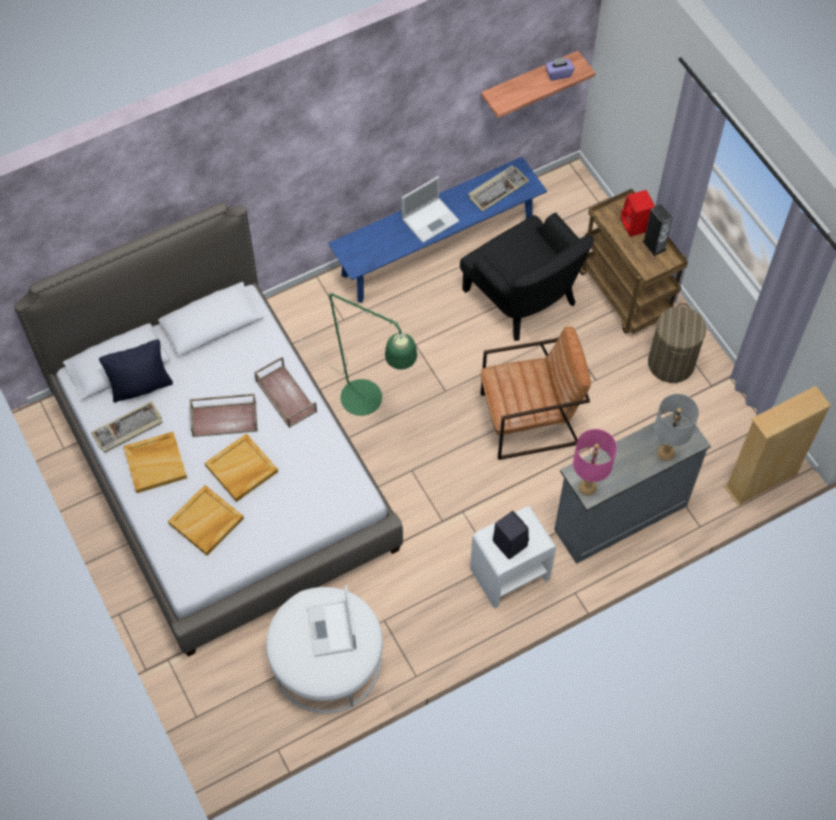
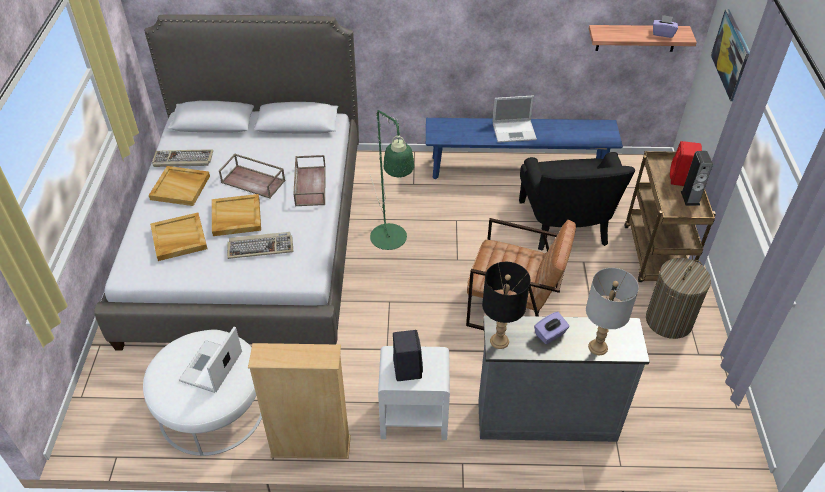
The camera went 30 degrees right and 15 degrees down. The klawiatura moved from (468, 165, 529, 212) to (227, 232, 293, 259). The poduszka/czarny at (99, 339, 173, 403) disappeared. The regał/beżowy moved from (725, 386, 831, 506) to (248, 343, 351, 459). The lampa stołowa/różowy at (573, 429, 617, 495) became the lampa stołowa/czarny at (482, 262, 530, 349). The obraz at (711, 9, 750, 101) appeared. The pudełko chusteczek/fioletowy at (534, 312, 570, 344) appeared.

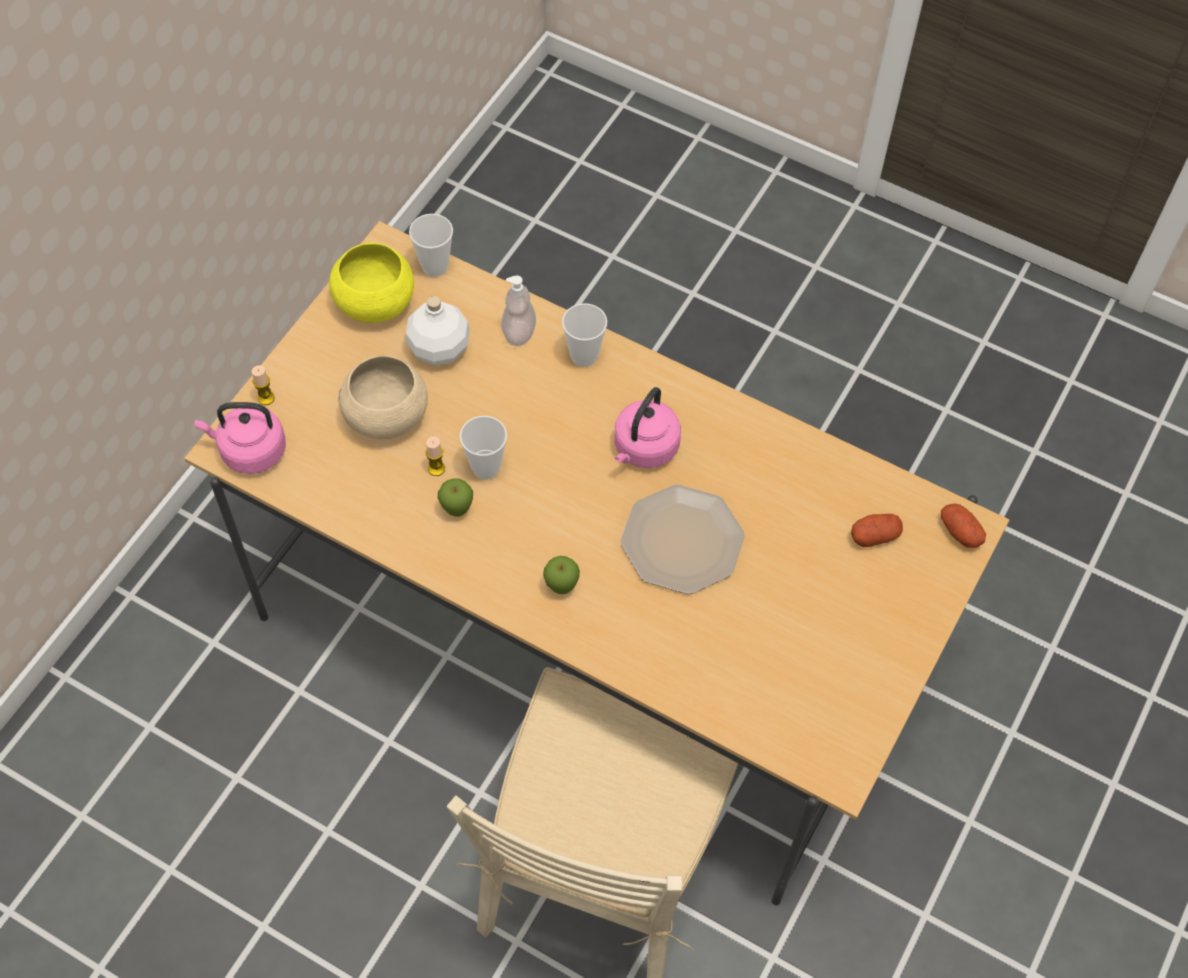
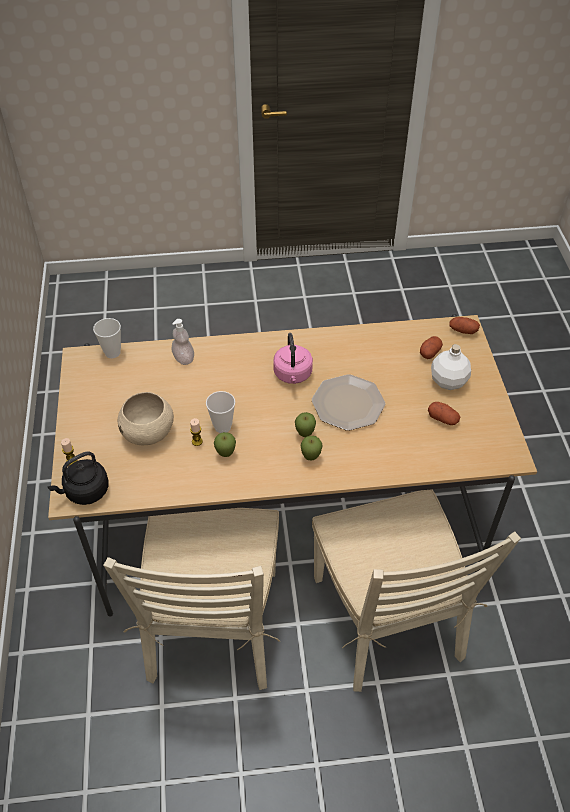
The camera went 35 degrees left and 10 degrees down. The miska/żółty at (329, 243, 414, 323) disappeared. The butelka/biały moved from (406, 296, 470, 366) to (431, 344, 471, 390). The filiżanka at (562, 303, 607, 367) disappeared. The czajnik/różowy at (195, 402, 286, 474) became the czajnik/czarny at (48, 451, 109, 505). The ziemniak at (428, 402, 461, 425) appeared. The jabłko at (295, 412, 316, 437) appeared. The krzesło/beżowy at (103, 508, 280, 690) appeared.

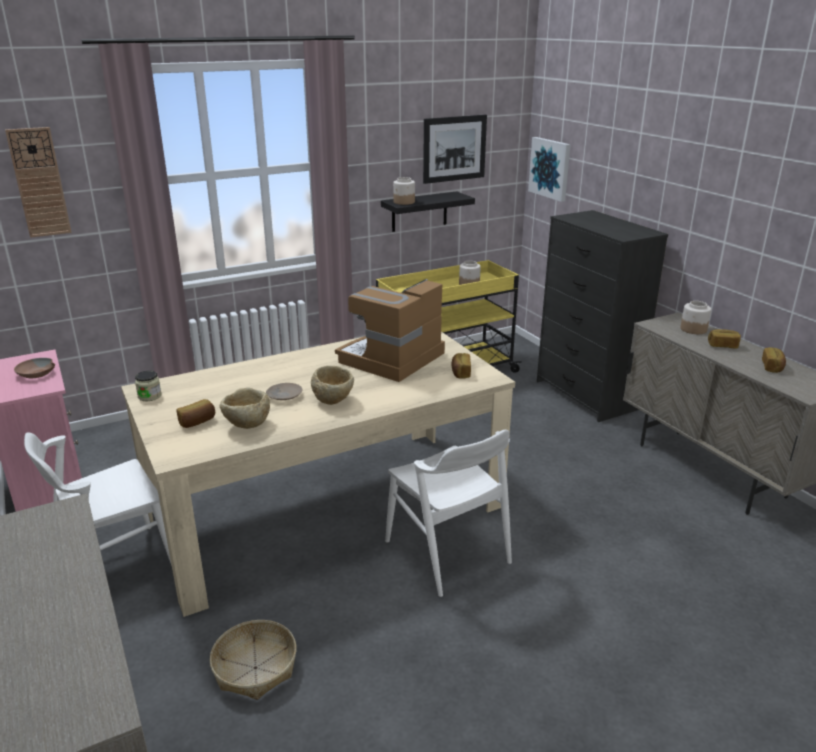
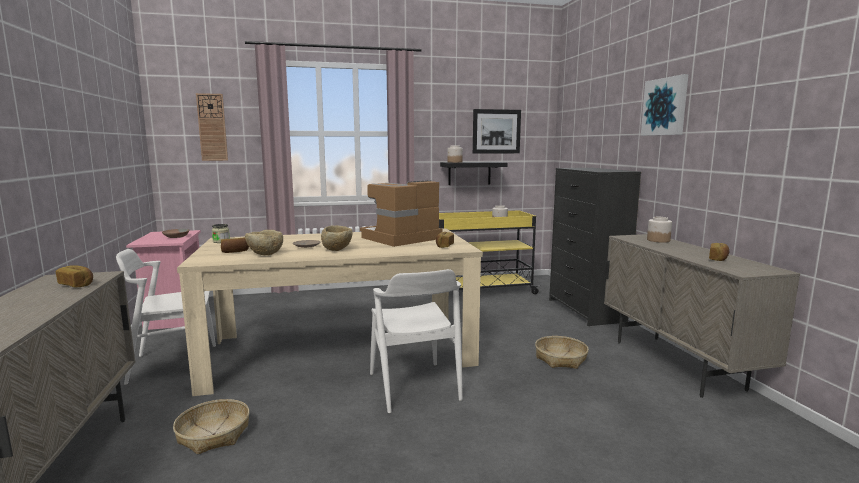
The camera went 15 degrees right and 15 degrees down. The obraz moved from (528, 137, 571, 202) to (641, 74, 688, 136). The chleb moved from (708, 329, 741, 349) to (56, 265, 93, 287). The koszyk at (535, 336, 589, 369) appeared.

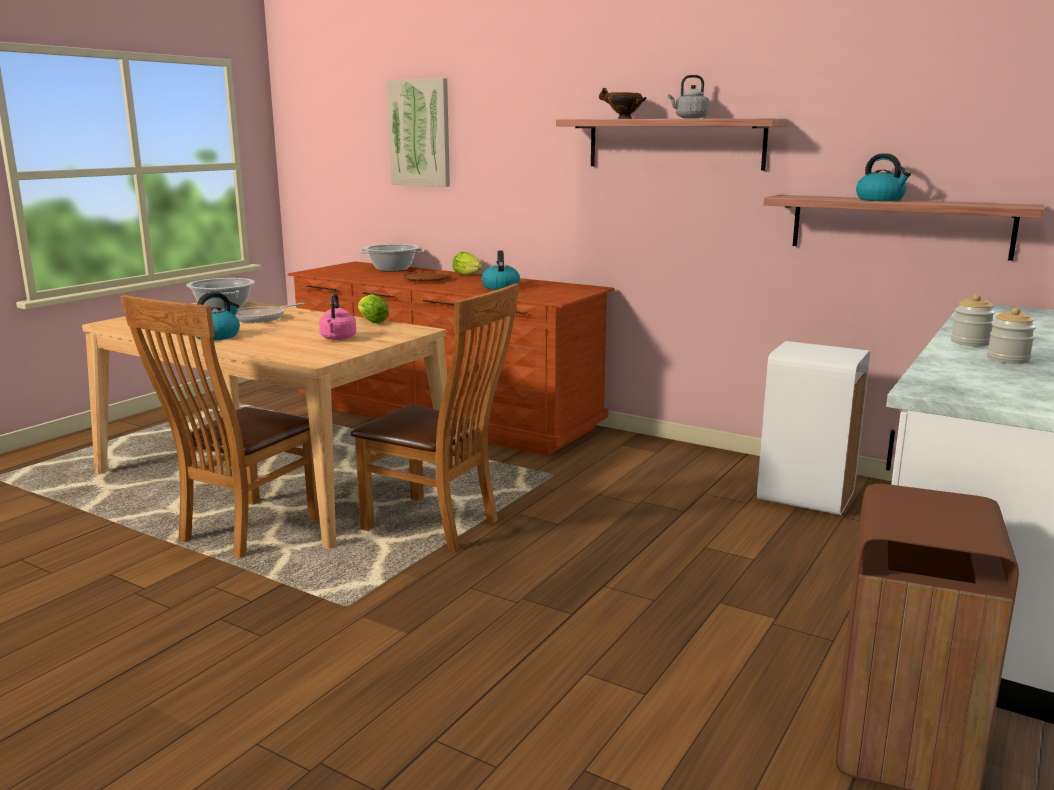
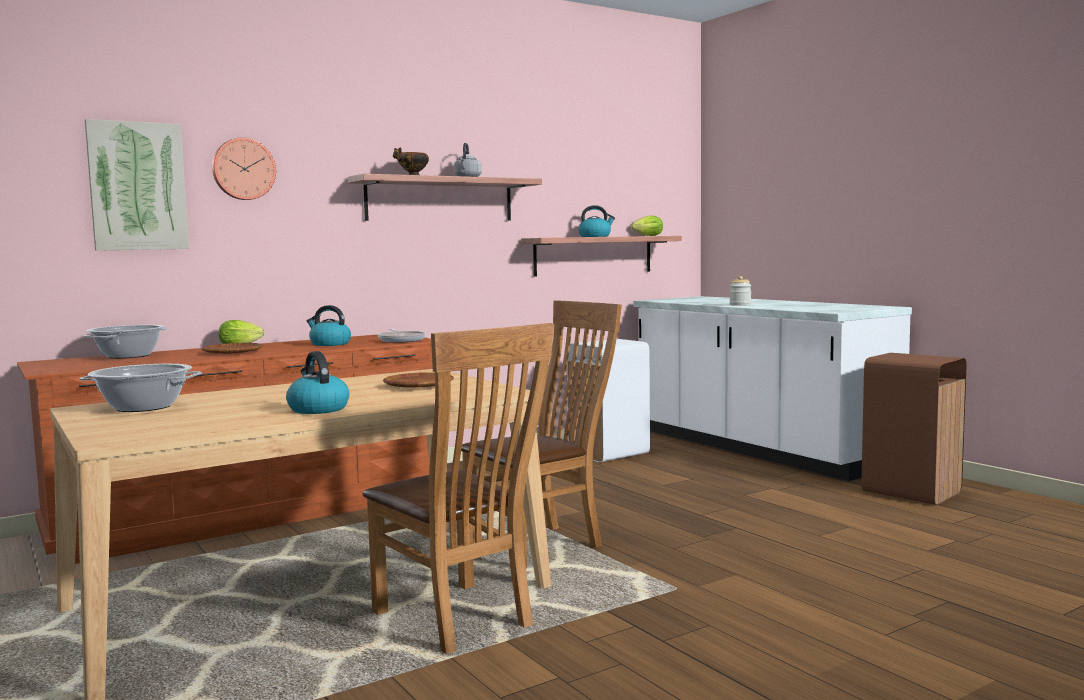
The camera went 65 degrees left and 10 degrees down. The czajnik/różowy at (319, 293, 356, 340) was replaced by the talerz/brązowy at (383, 373, 454, 388). The sałata moved from (358, 294, 389, 324) to (631, 216, 663, 236). The patelnia moved from (236, 303, 305, 323) to (378, 329, 426, 343). The słoik at (987, 307, 1036, 364) disappeared. The zegar ścienny at (212, 138, 276, 200) appeared.

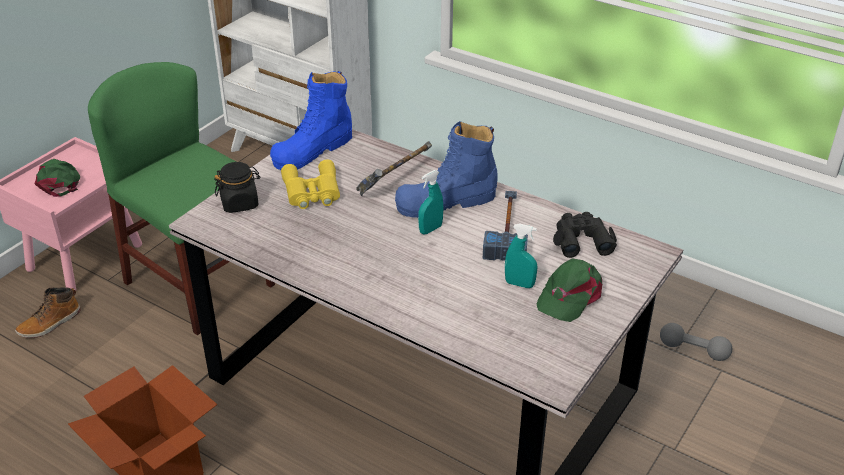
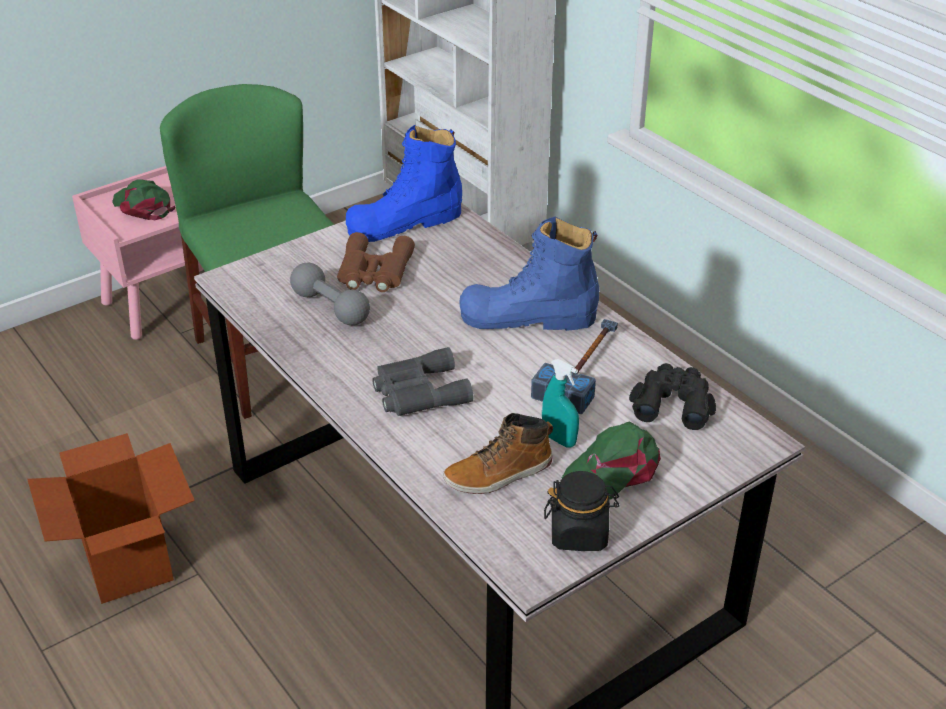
The camera went 20 degrees right and 0 degrees up. The młotek at (356, 141, 432, 196) disappeared. The czapka z daszkiem/zielony at (35, 159, 80, 197) turned 45 degrees counterclockwise. The lornetka/żółty at (281, 159, 340, 209) became the lornetka/brązowy at (337, 232, 415, 292). The słoik/czarny moved from (214, 162, 260, 213) to (544, 471, 620, 551). The spryskiwacz/turkusowy at (418, 170, 444, 234) disappeared. The but z cholewką moved from (15, 287, 80, 338) to (443, 413, 553, 494). The hantel/szary moved from (660, 323, 732, 361) to (290, 263, 370, 325). The lornetka/szary at (372, 347, 473, 416) appeared.

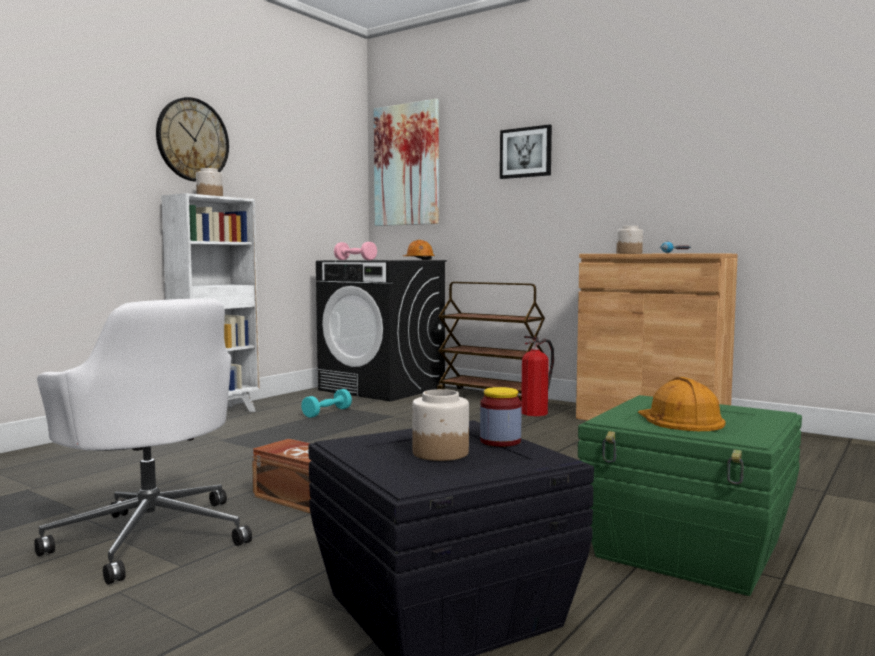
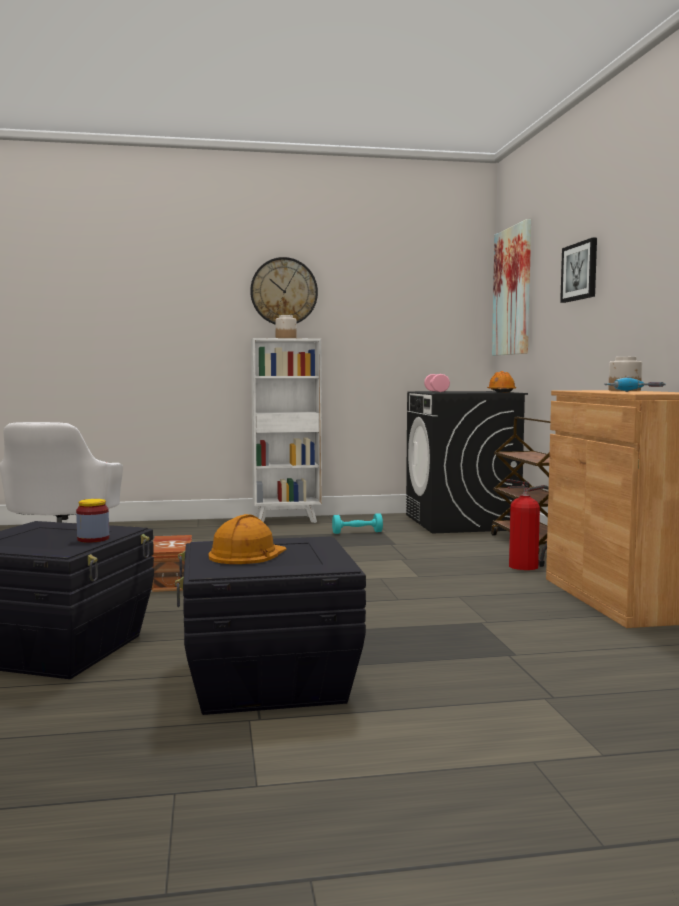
The camera went 45 degrees right and 0 degrees up. The słoik at (412, 389, 469, 461) disappeared. The pojemnik do przechowywania/zielony at (578, 395, 802, 596) became the pojemnik do przechowywania/czarny at (175, 536, 366, 715).

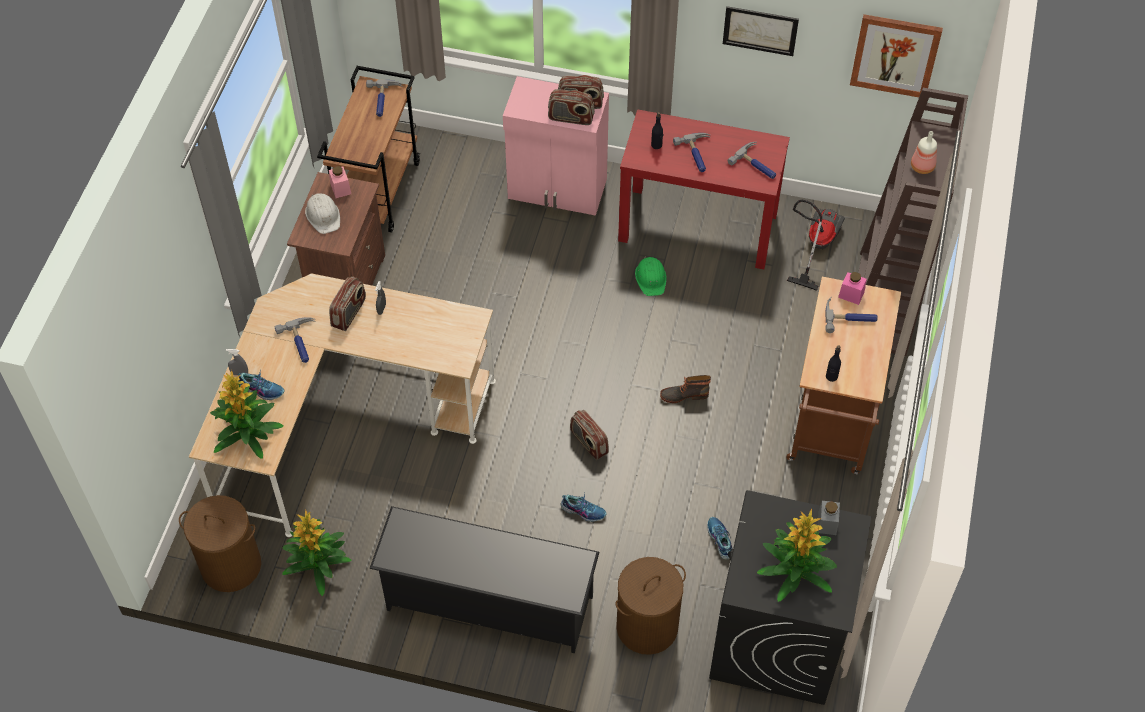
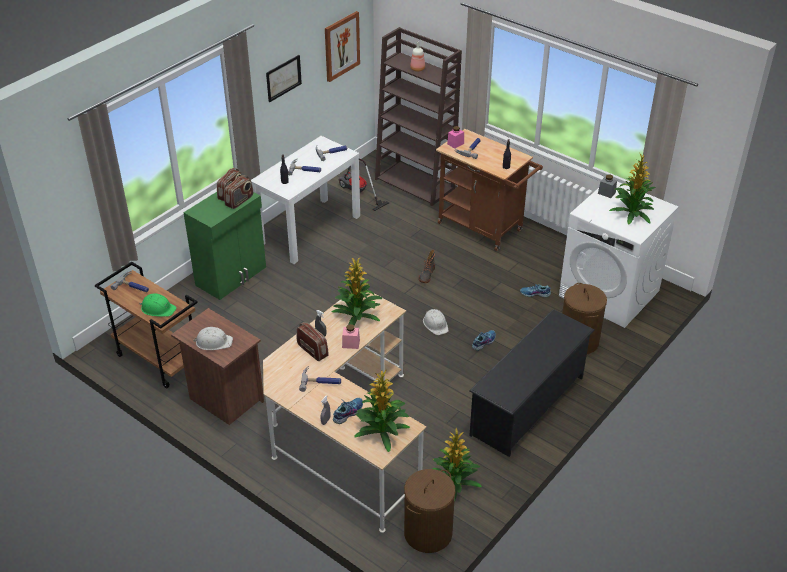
The camera went 65 degrees left and 15 degrees down. The szafka/różowy at (503, 76, 609, 216) became the szafka/zielony at (183, 192, 266, 300). The stolik konsolowy/czerwony at (618, 109, 790, 269) became the stolik konsolowy/biały at (251, 136, 360, 264). The słoik/różowy moved from (329, 166, 351, 198) to (342, 324, 360, 349). The kask/zielony moved from (635, 256, 667, 296) to (139, 294, 177, 317). The radio at (570, 410, 609, 460) was replaced by the kask/biały at (423, 309, 449, 335). The pralka/czarny at (709, 490, 871, 705) became the pralka/biały at (559, 182, 679, 328). The roślina doniczkowa at (332, 258, 382, 325) appeared.

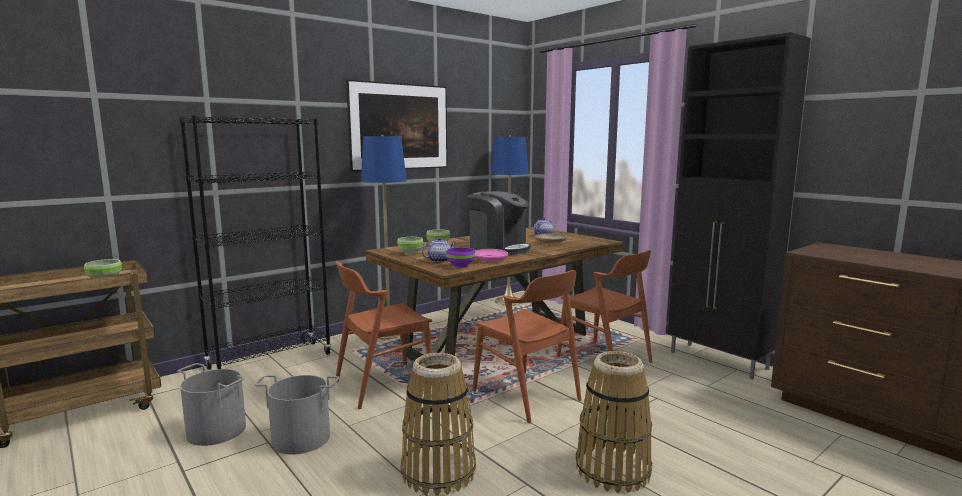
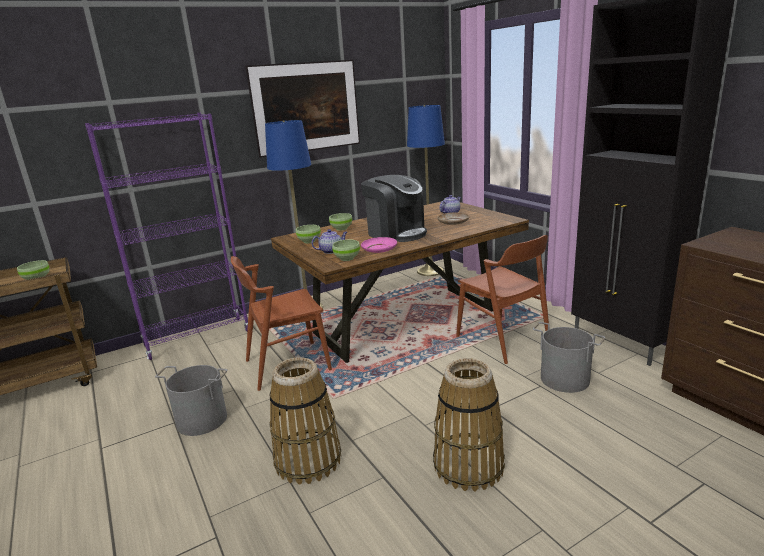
The camera went 10 degrees right and 10 degrees up. The regał/czarny at (180, 115, 331, 370) became the regał/fioletowy at (85, 113, 248, 360). The miska/fioletowy at (446, 247, 475, 268) became the miska/zielony at (332, 239, 360, 261). The krzesło/brązowy at (472, 270, 581, 423) disappeared. The wiadro/szary moved from (177, 363, 246, 446) to (533, 322, 605, 393).

